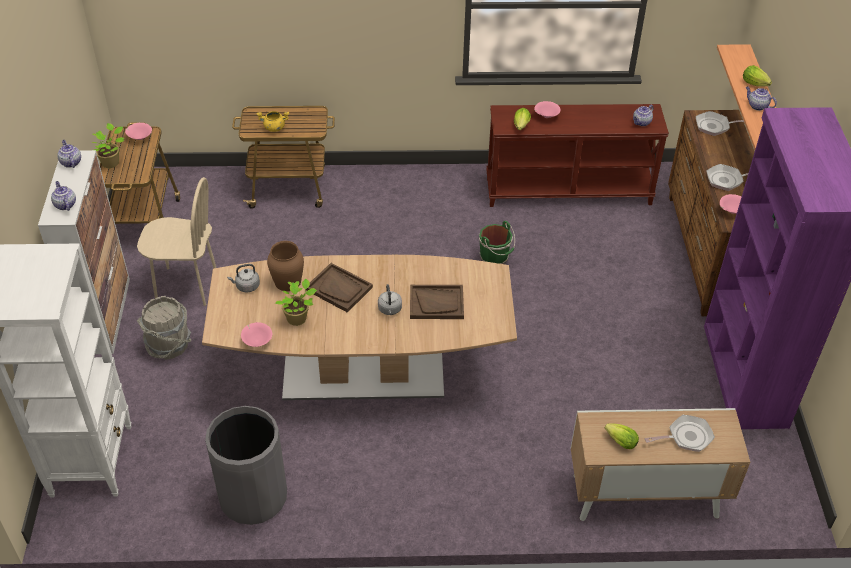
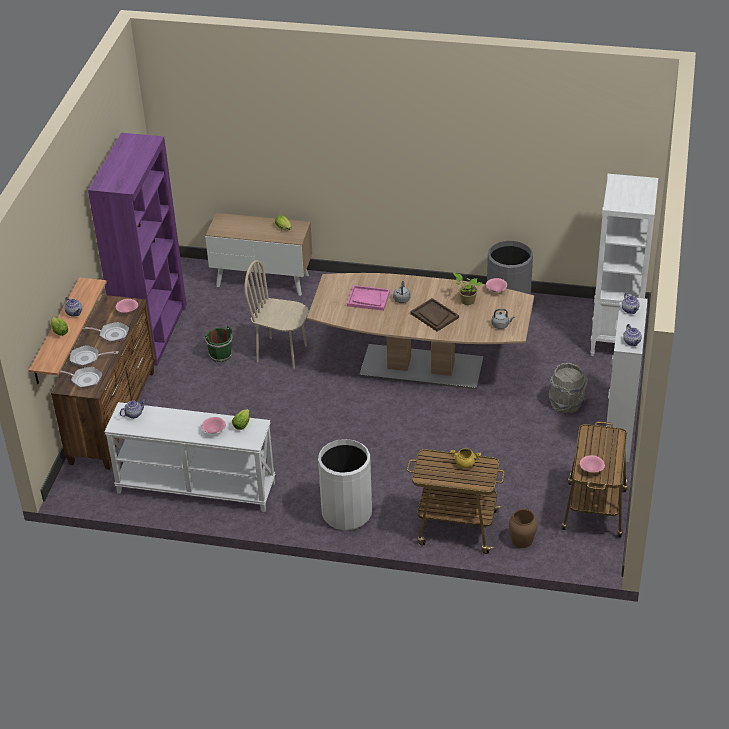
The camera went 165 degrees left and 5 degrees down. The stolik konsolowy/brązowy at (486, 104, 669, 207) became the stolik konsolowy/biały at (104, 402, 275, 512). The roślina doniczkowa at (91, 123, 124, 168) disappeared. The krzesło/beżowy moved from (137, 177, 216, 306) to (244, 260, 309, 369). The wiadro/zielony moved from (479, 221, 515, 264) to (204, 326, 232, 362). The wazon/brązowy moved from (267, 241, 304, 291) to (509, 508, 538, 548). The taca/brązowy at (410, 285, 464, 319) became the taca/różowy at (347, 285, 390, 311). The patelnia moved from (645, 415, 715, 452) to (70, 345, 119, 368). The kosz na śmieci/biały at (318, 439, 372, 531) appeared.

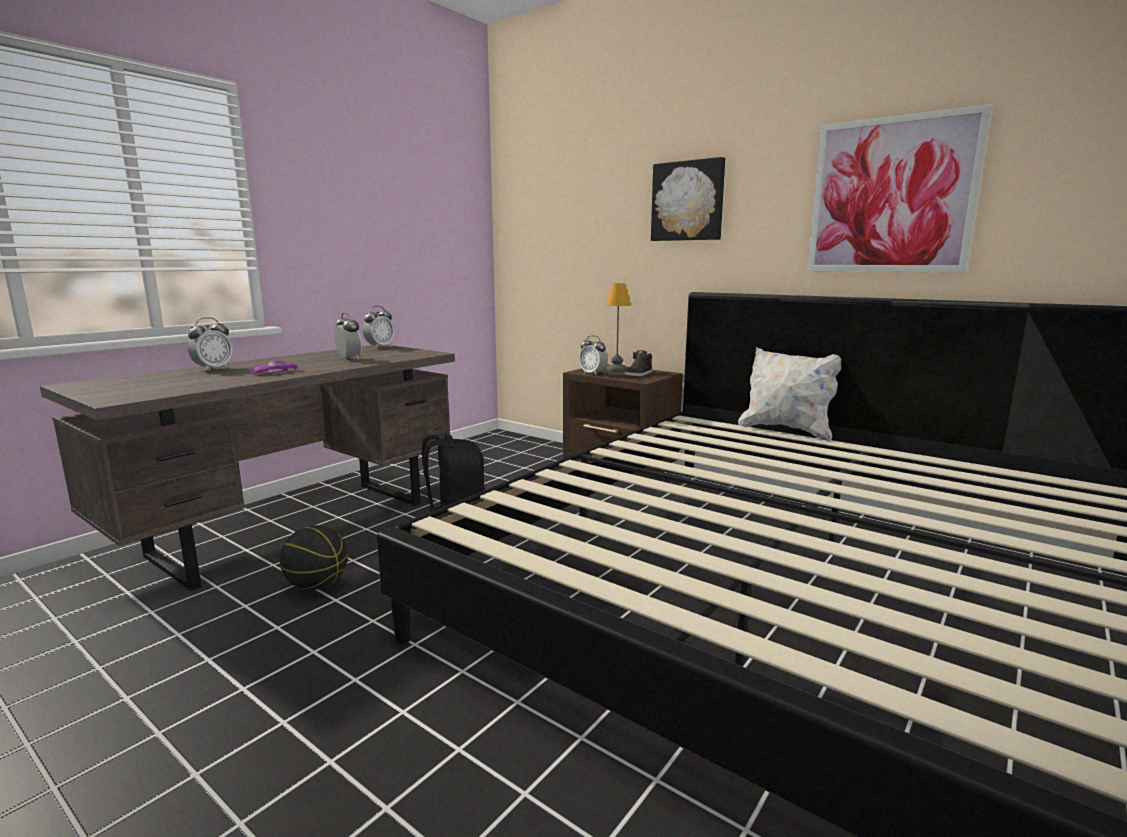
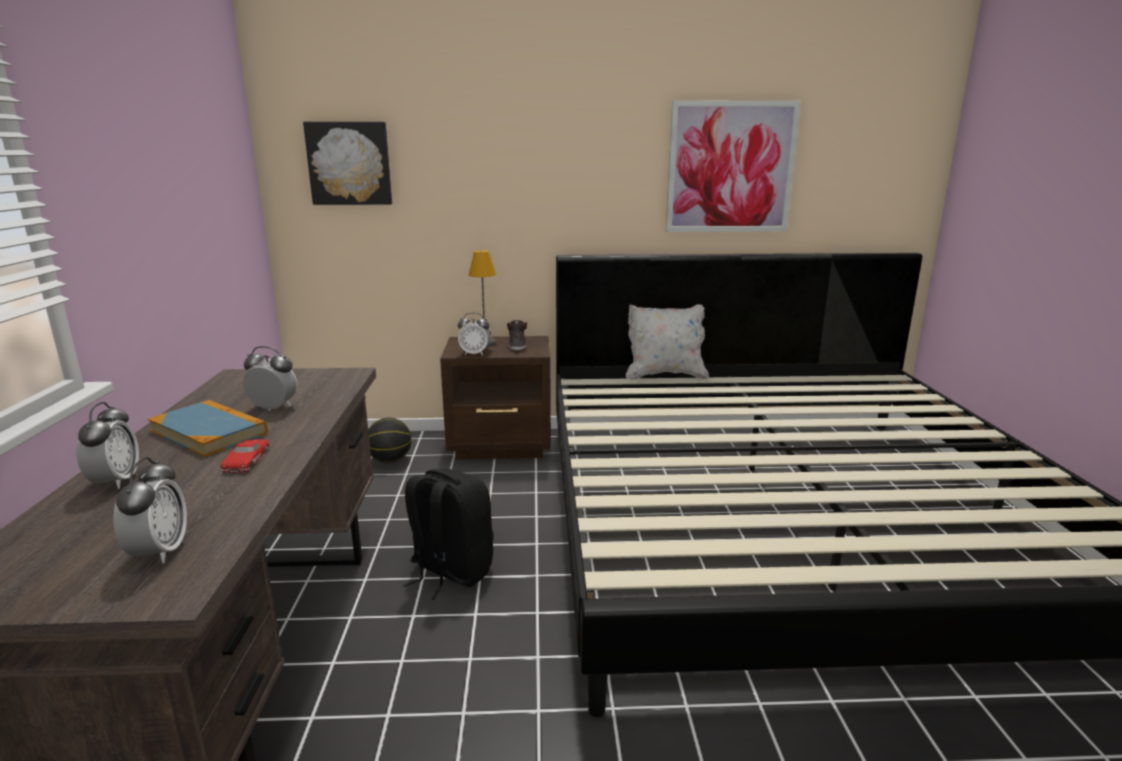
The camera went 40 degrees left and 5 degrees up. The obraz moved from (651, 157, 725, 241) to (303, 122, 392, 205). The budzik moved from (363, 306, 394, 348) to (113, 457, 187, 564). The samochodzik/fioletowy at (251, 360, 298, 375) became the samochodzik/czerwony at (220, 439, 269, 473). The piłka do koszykówki moved from (280, 525, 348, 590) to (368, 418, 412, 463). The książka at (148, 400, 268, 457) appeared.

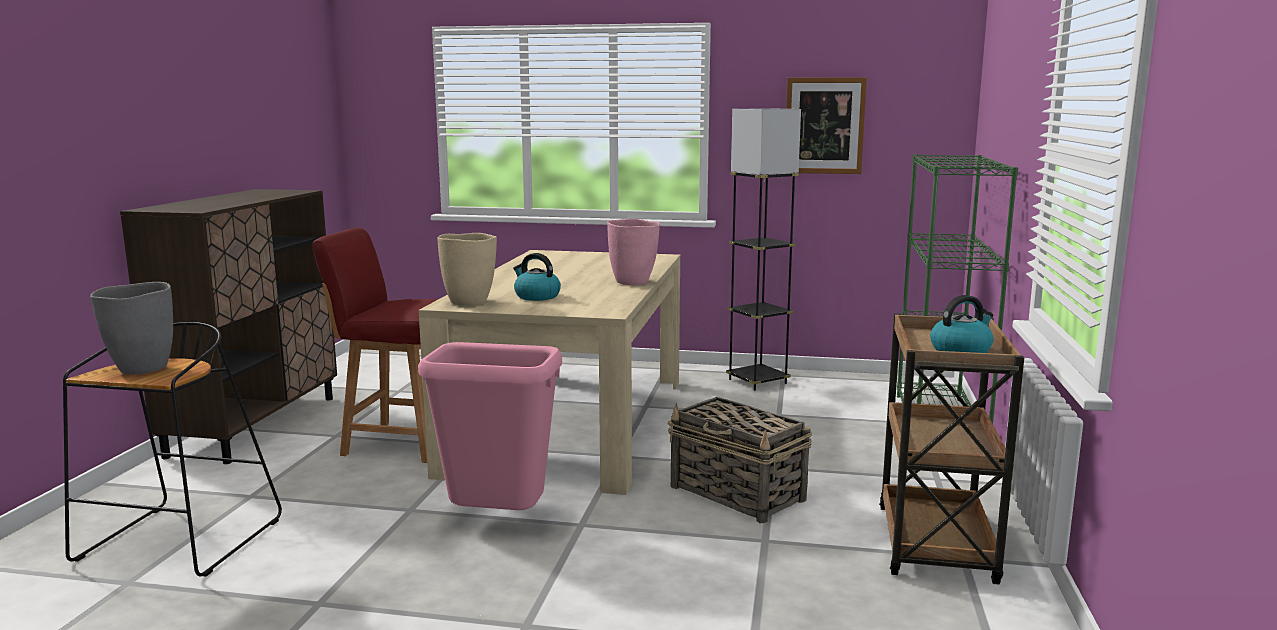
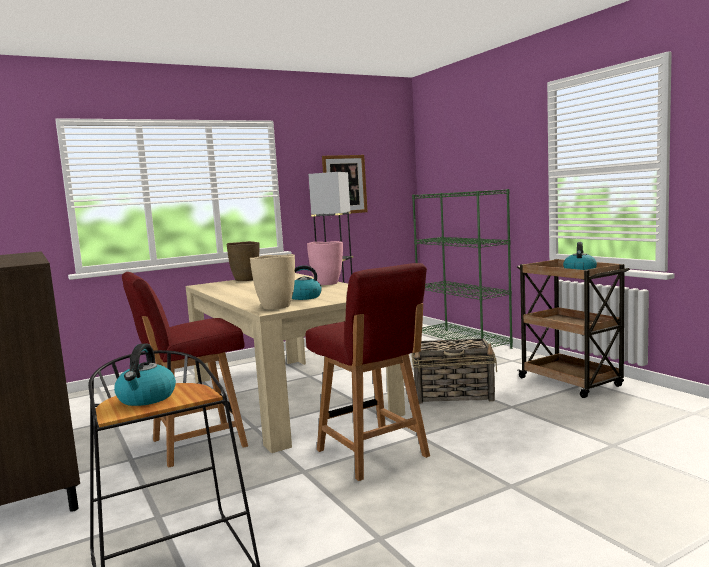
The camera went 40 degrees left and 5 degrees down. The wazon/szary at (90, 282, 173, 374) was replaced by the czajnik at (114, 344, 176, 406). The kosz na śmieci/różowy at (418, 342, 562, 510) was replaced by the krzesło/czerwony at (306, 263, 430, 481). The wazon/brązowy at (227, 241, 259, 281) appeared.

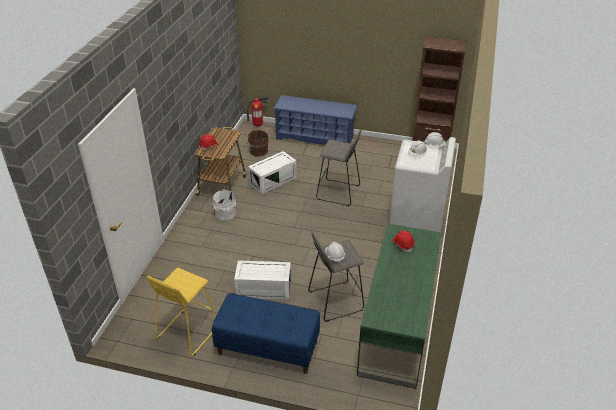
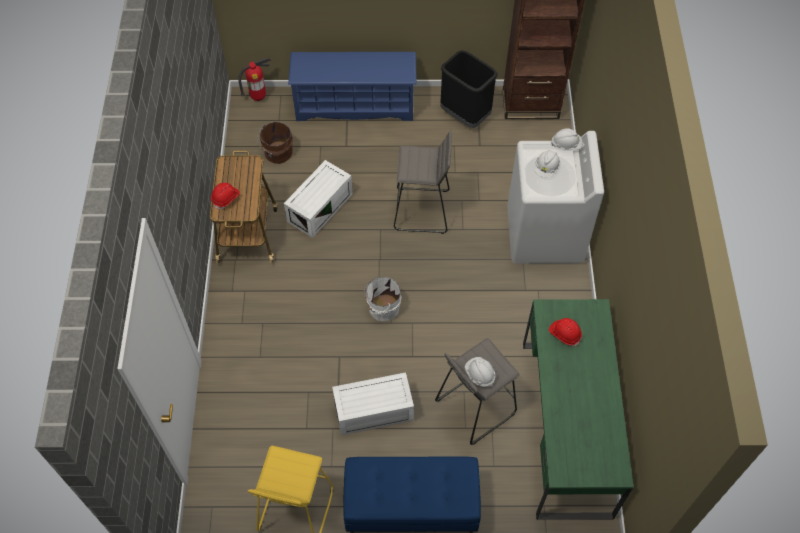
The camera went 15 degrees left and 20 degrees up. The wiadro/biały moved from (212, 189, 236, 220) to (364, 277, 401, 321). The kosz na śmieci/czarny at (440, 50, 498, 128) appeared.

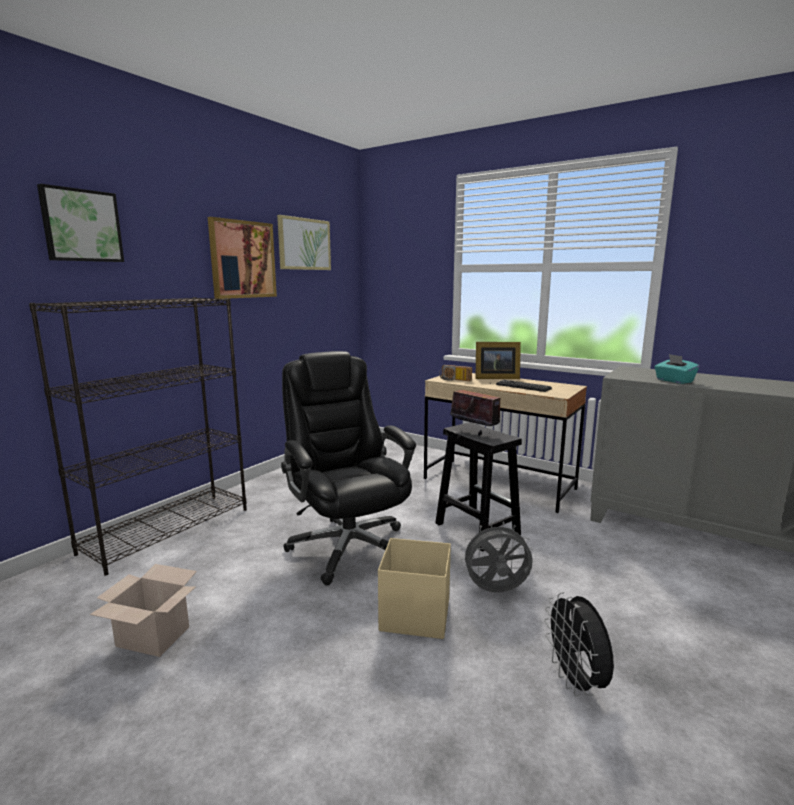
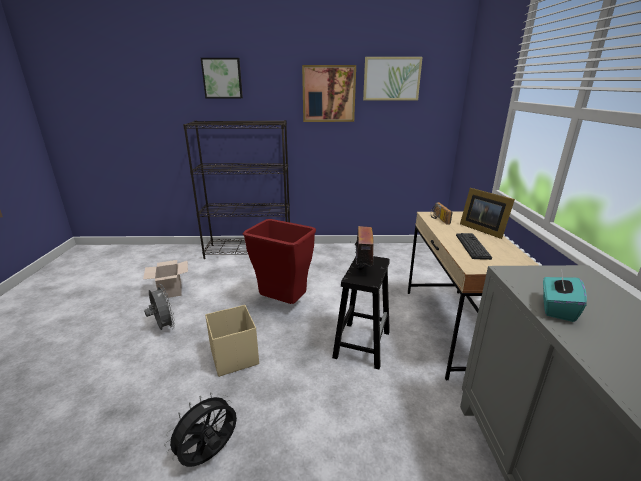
The camera went 55 degrees right and 10 degrees up. The krzesło biurowe/czarny at (281, 351, 416, 585) was replaced by the kosz na śmieci/czerwony at (243, 219, 316, 304). The wentylator/szary moved from (460, 521, 533, 592) to (144, 284, 176, 330).

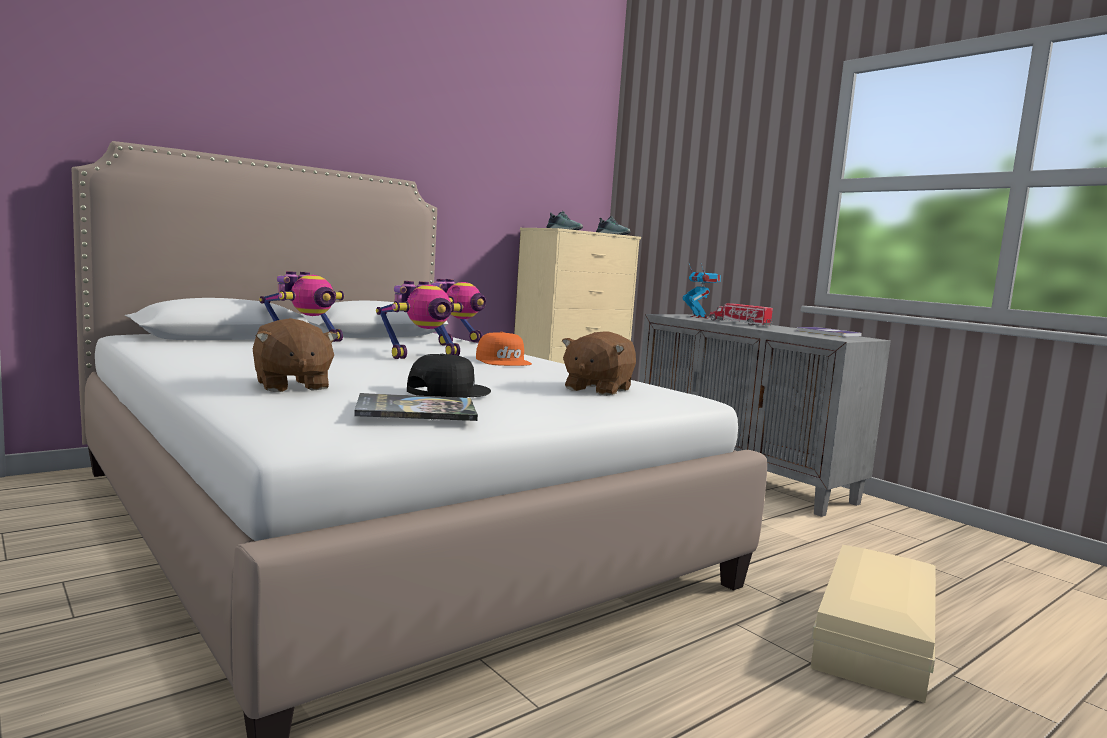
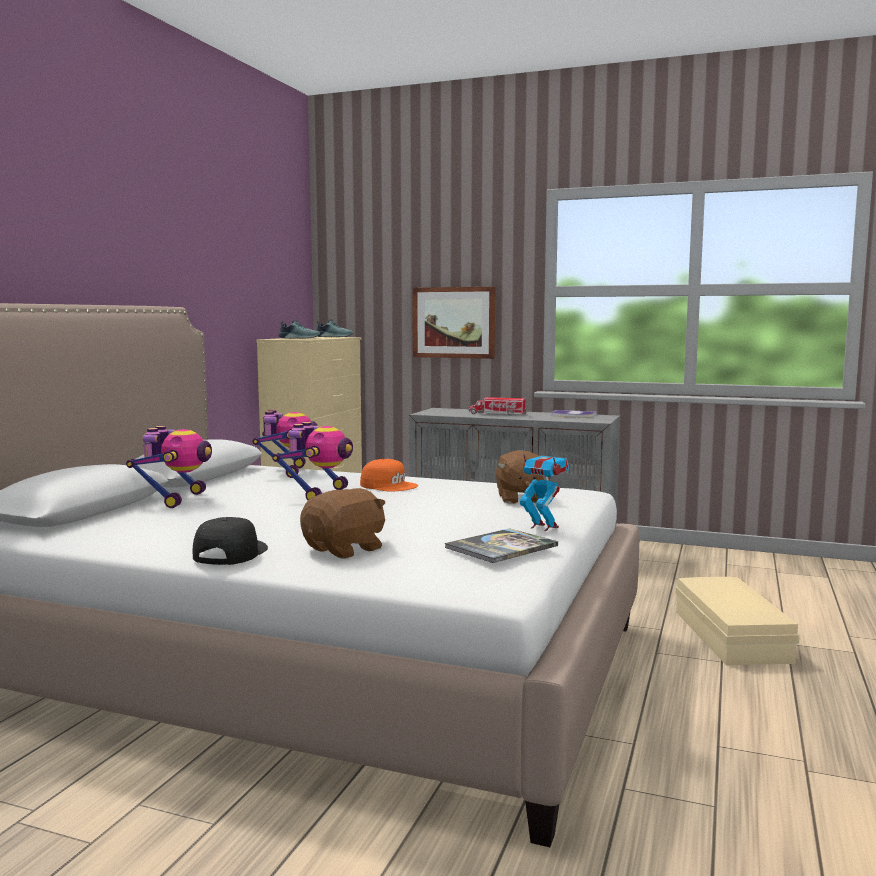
The camera went 30 degrees left and 0 degrees up. The robot zabawkowy moved from (682, 262, 721, 319) to (520, 445, 569, 531). The pluszak/brązowy at (253, 318, 338, 392) turned 75 degrees counterclockwise. The czapka z daszkiem/czarny moved from (407, 354, 491, 398) to (192, 517, 268, 565). The obraz at (413, 287, 495, 359) appeared.

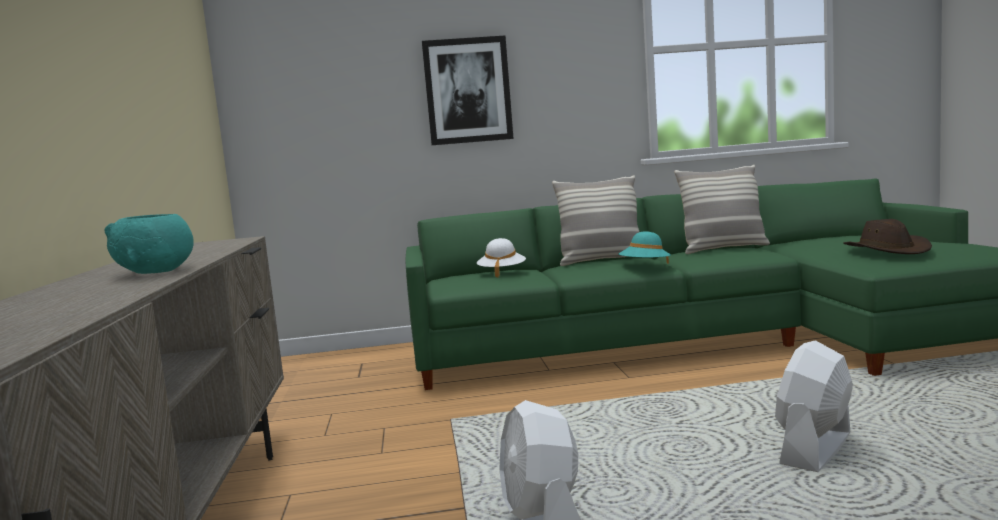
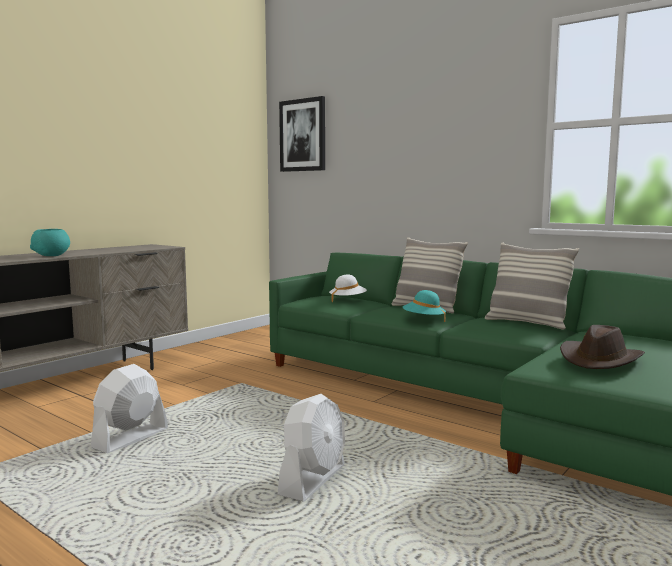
The camera went 45 degrees right and 0 degrees up. The obraz moved from (422, 35, 514, 145) to (279, 96, 325, 172). The wentylator/biały at (775, 340, 853, 472) turned 120 degrees clockwise.

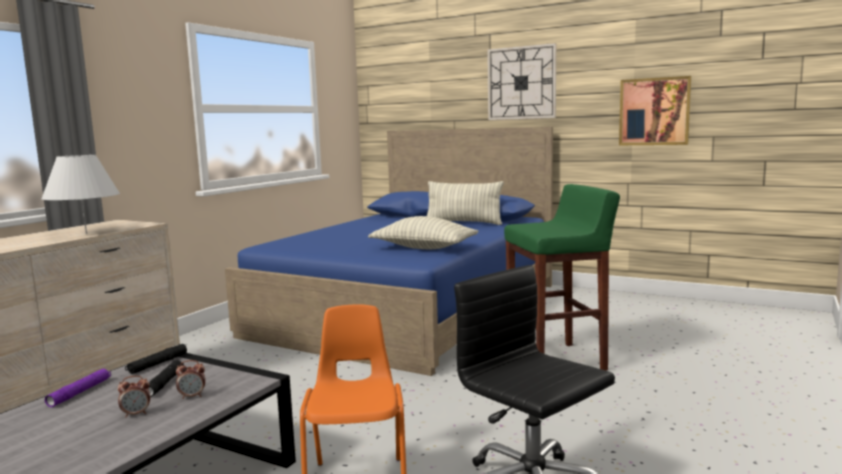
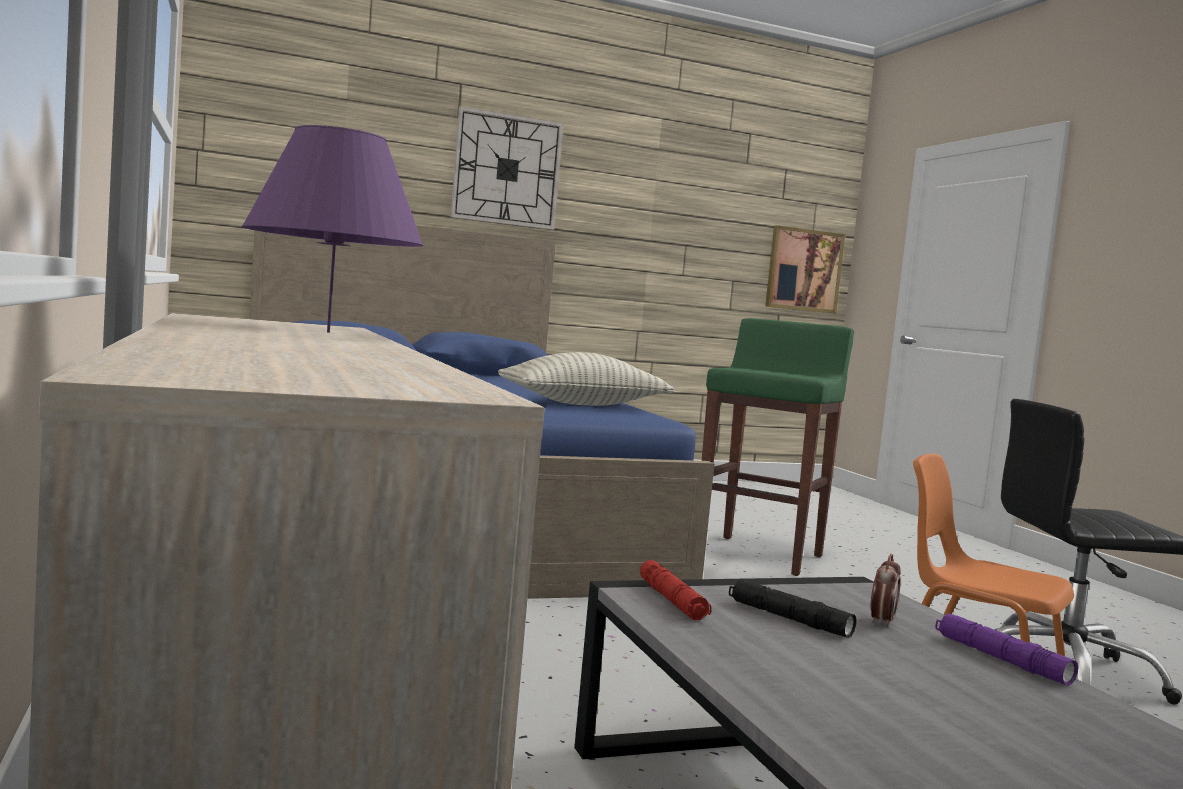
The camera went 50 degrees left and 5 degrees down. The obraz moved from (619, 76, 691, 145) to (765, 225, 845, 313). The lampa stołowa/biały at (41, 155, 120, 234) became the lampa stołowa/fioletowy at (241, 125, 424, 333). The poduszka at (427, 181, 504, 225) disappeared. The latarka/czarny at (125, 344, 187, 374) became the latarka/czerwony at (640, 560, 711, 620). The latarka/fioletowy moved from (45, 369, 111, 407) to (935, 613, 1078, 686). The budzik at (118, 376, 150, 417) disappeared.

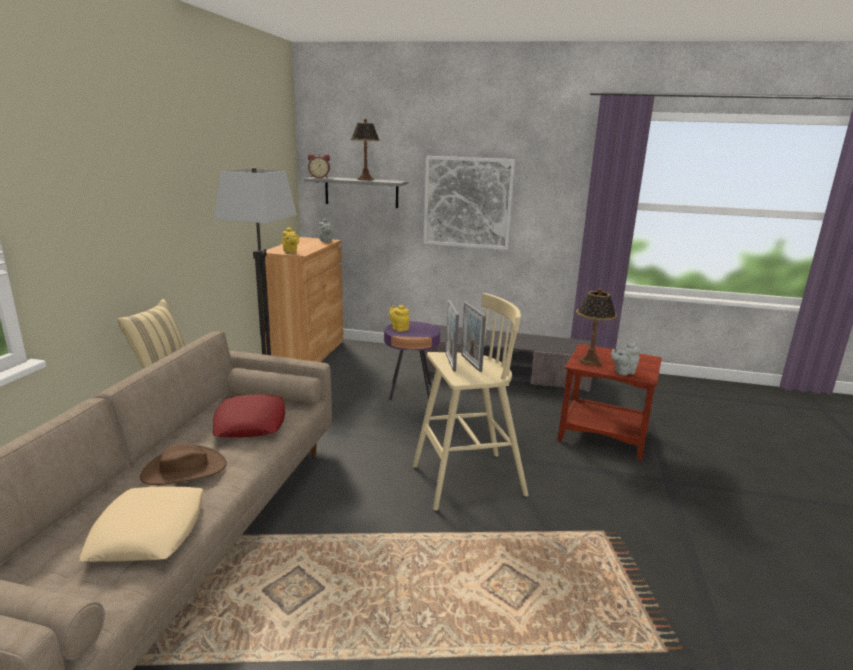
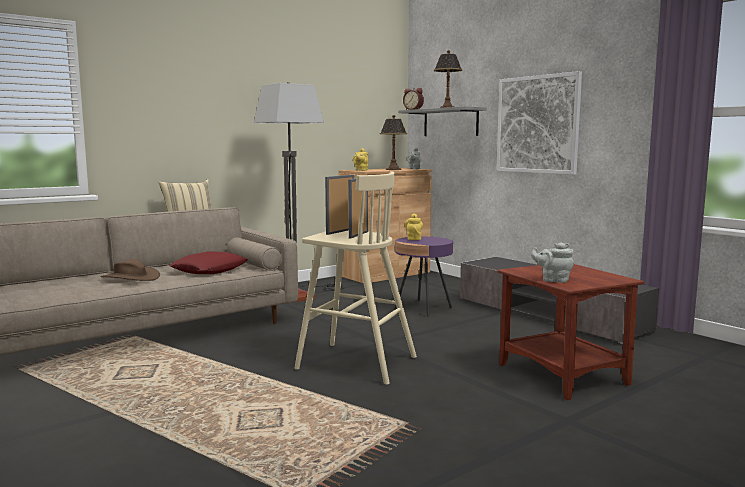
The camera went 40 degrees right and 10 degrees down. The lampa stołowa moved from (576, 288, 617, 366) to (380, 115, 407, 170). The poduszka/beżowy at (79, 487, 203, 562) disappeared.

